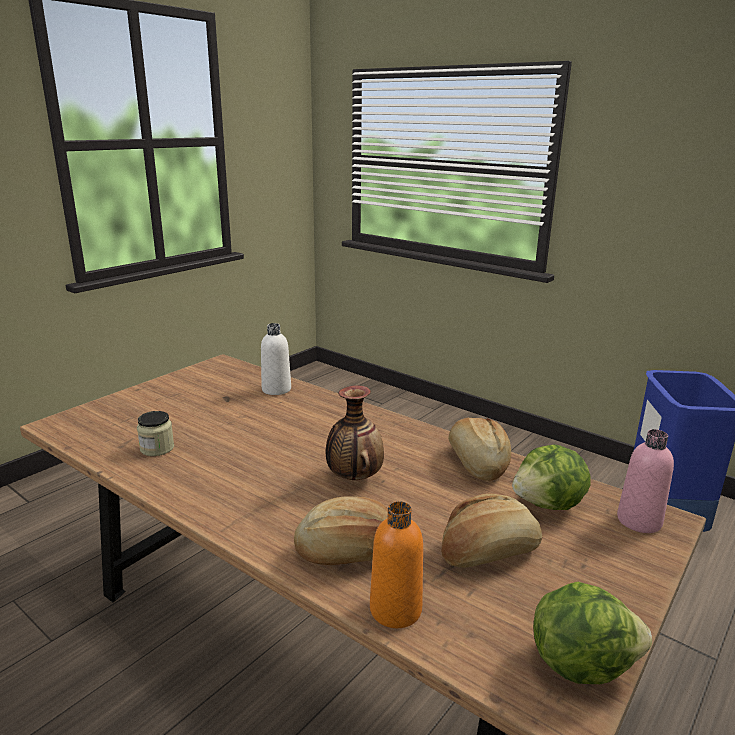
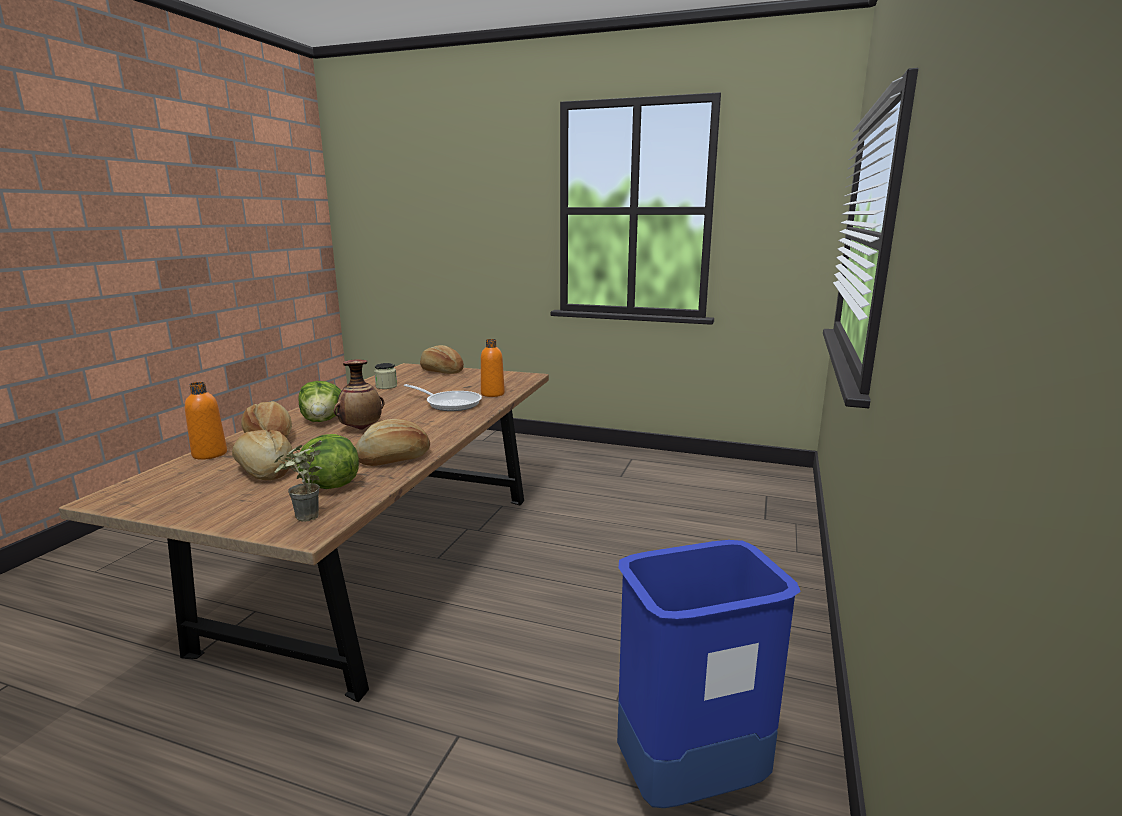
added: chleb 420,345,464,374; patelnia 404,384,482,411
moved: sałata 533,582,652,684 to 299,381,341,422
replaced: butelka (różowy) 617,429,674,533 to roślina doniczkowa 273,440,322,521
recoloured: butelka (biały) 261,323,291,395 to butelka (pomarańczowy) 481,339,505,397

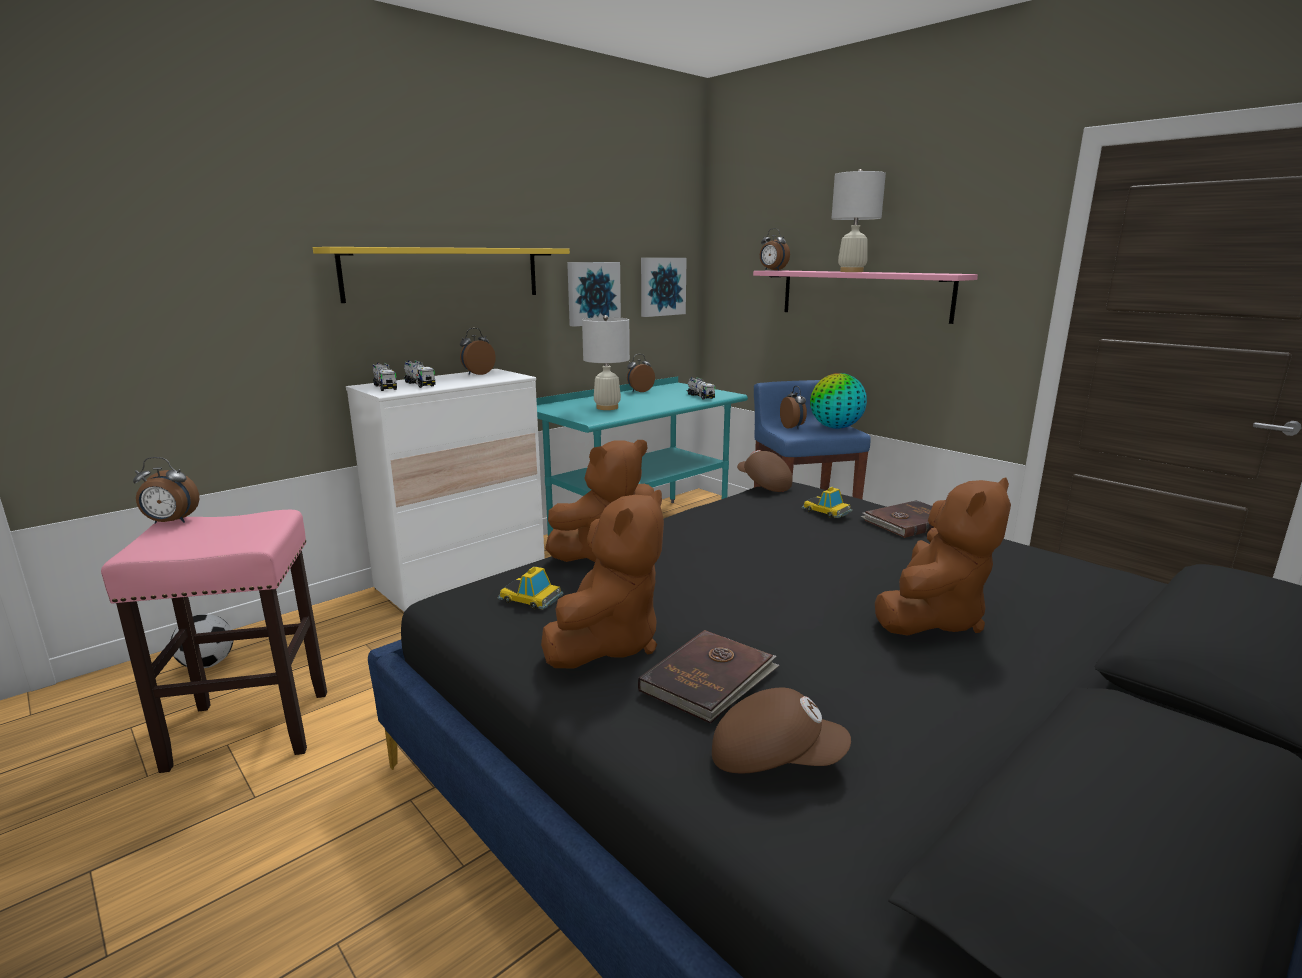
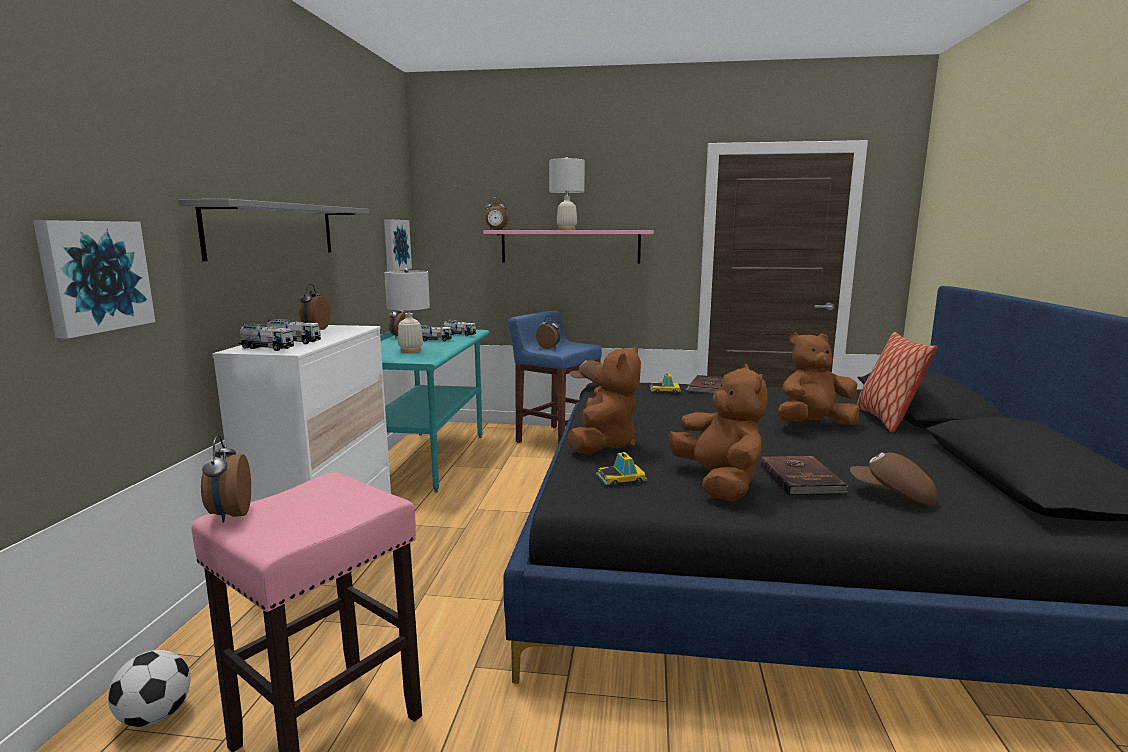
removed: globus 810,373,867,429
added: ciężarówka zabawkowa 421,325,452,342; poduszka 856,332,938,433
moved: obraz 567,262,621,327 to 33,220,155,339
recoloured: półka (żółty) 313,247,570,303 to półka (szary) 178,199,369,261
turned: budzik 133,457,199,524 = 201,435,251,523 120 degrees clockwise; pluszak (brązowy) 875,478,1011,636 = 778,332,859,425 105 degrees counterclockwise; czapka z daszkiem (brązowy) 712,688,851,773 = 850,452,937,506 120 degrees counterclockwise

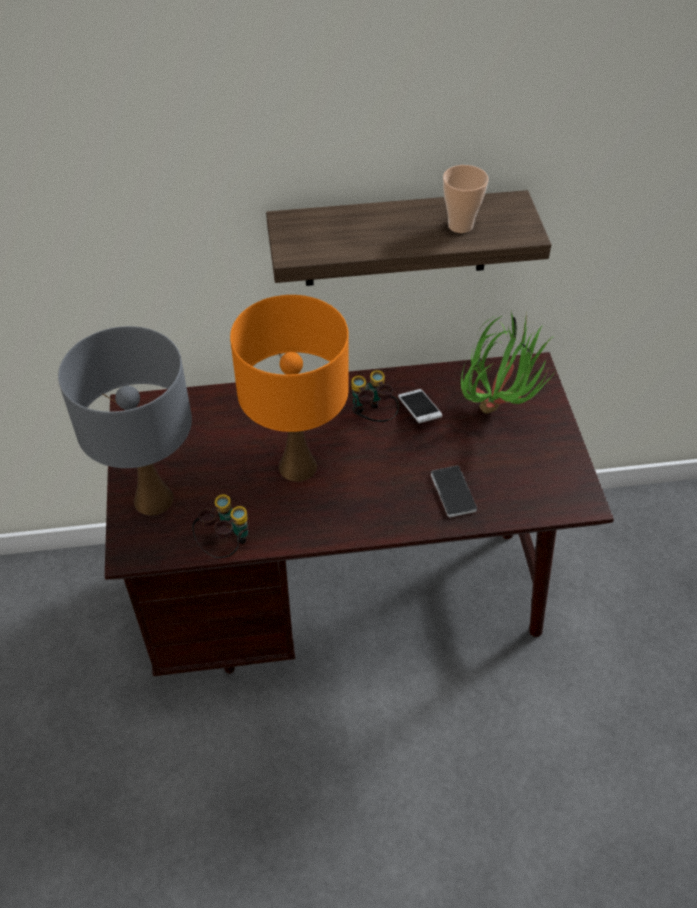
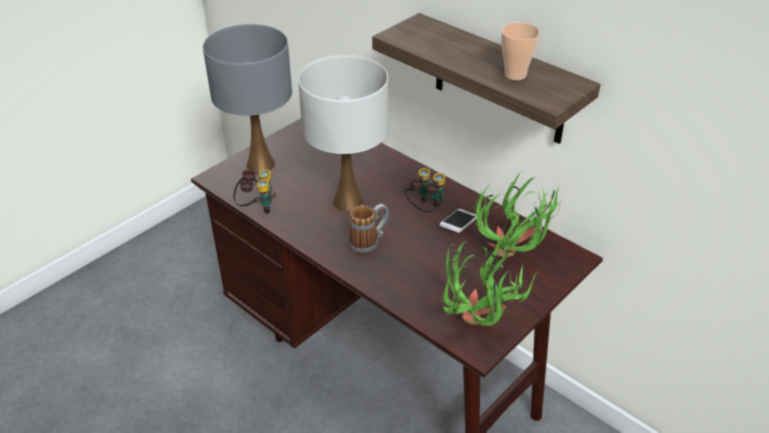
removed: telefon 431,466,477,518
added: kubek 348,204,389,254; roślina doniczkowa 442,240,538,326
recoloured: lampa stołowa (pomarańczowy) 230,295,349,482 to lampa stołowa (biały) 298,55,388,211

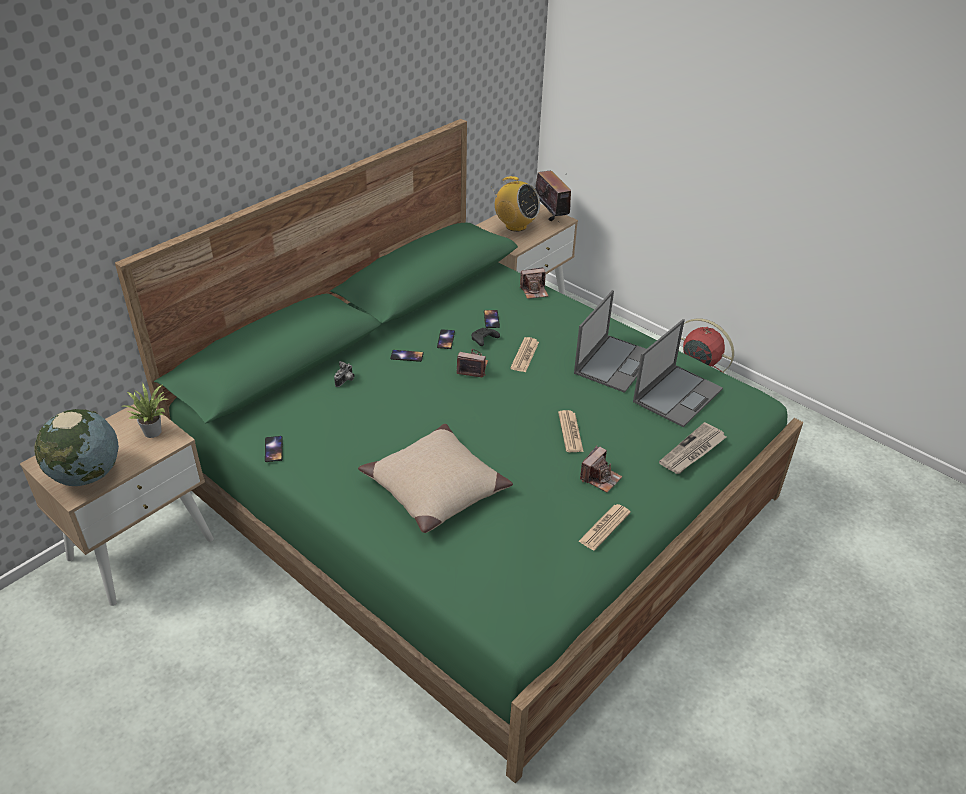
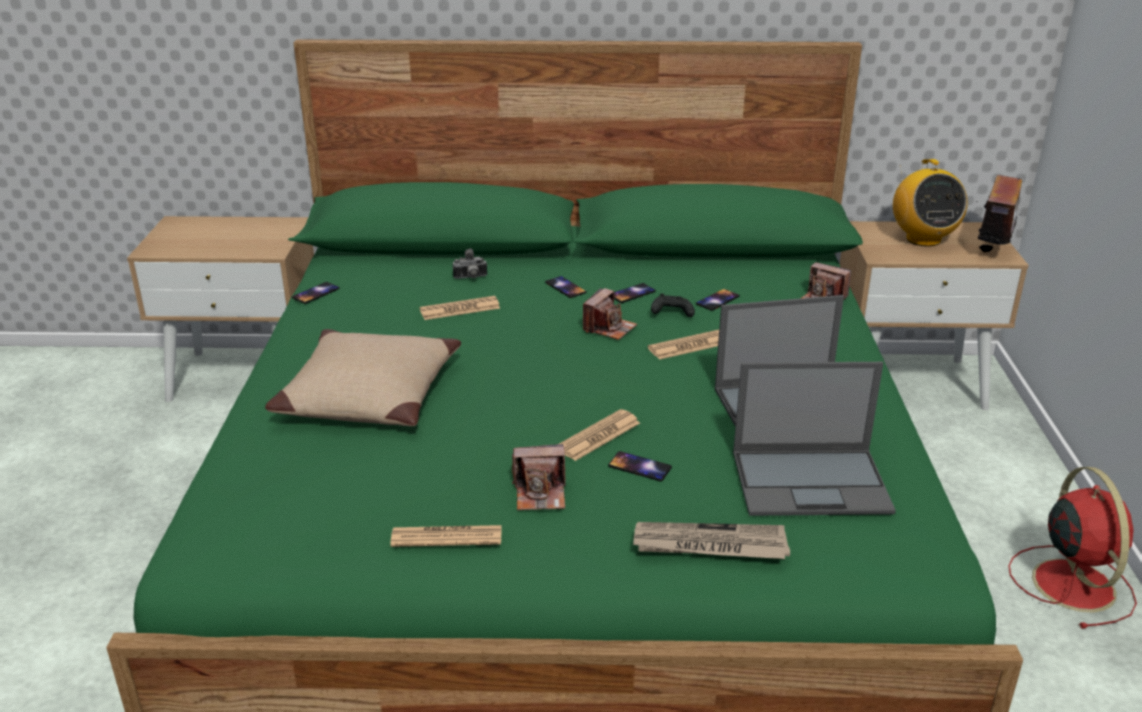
removed: roślina doniczkowa 123,383,167,438; globus 34,409,119,486
added: gazeta 420,296,500,320; telefon 608,451,672,481
turned: aparat fotograficzny 457,349,488,377 = 583,288,637,340 60 degrees clockwise

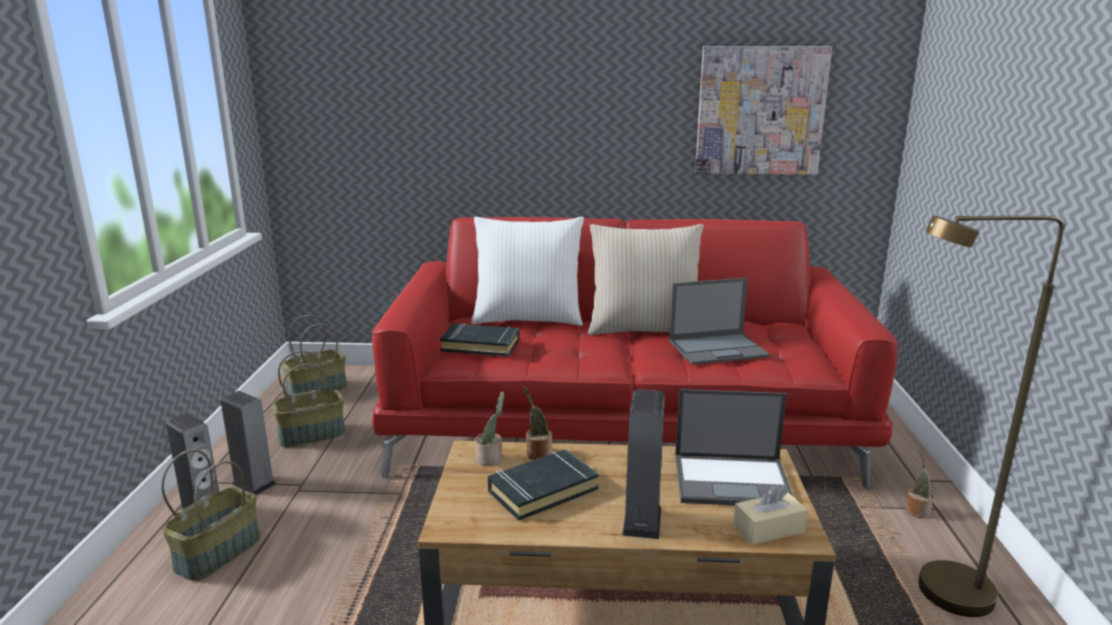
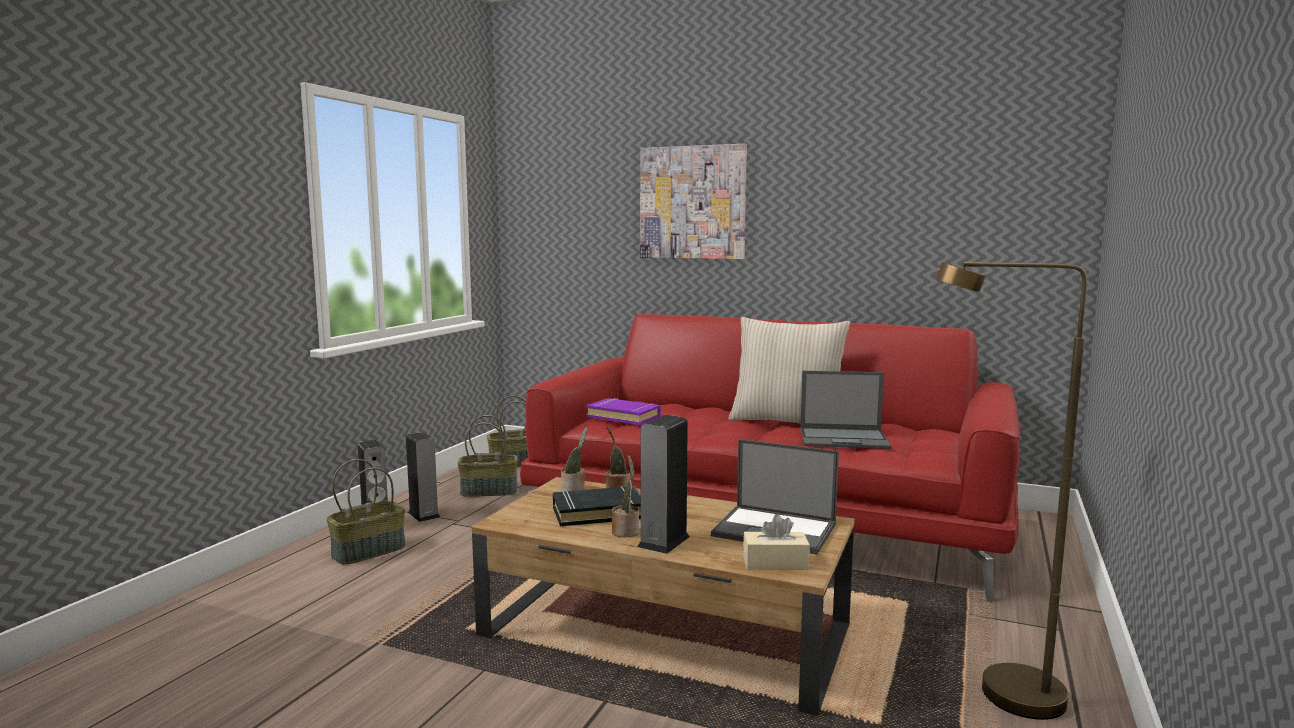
removed: poduszka (biały) 471,217,584,326
moved: obraz 695,46,832,175 to 640,144,747,259; roślina doniczkowa 905,449,933,518 to 612,455,639,537
recoloured: książka (czarny) 440,323,519,356 to książka (fioletowy) 586,398,661,425

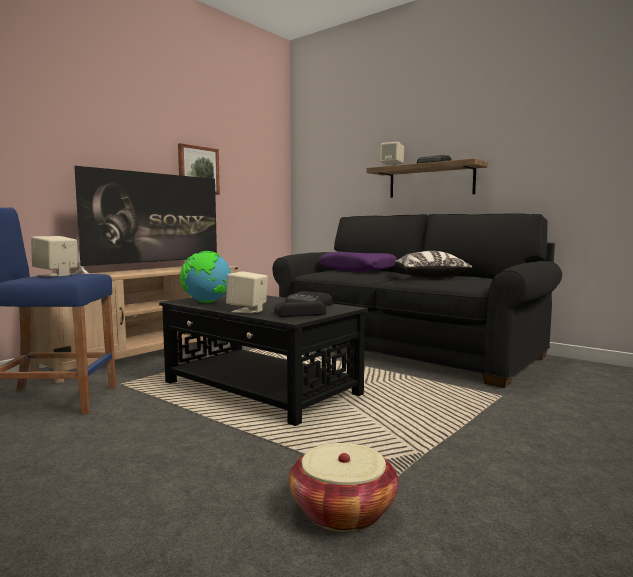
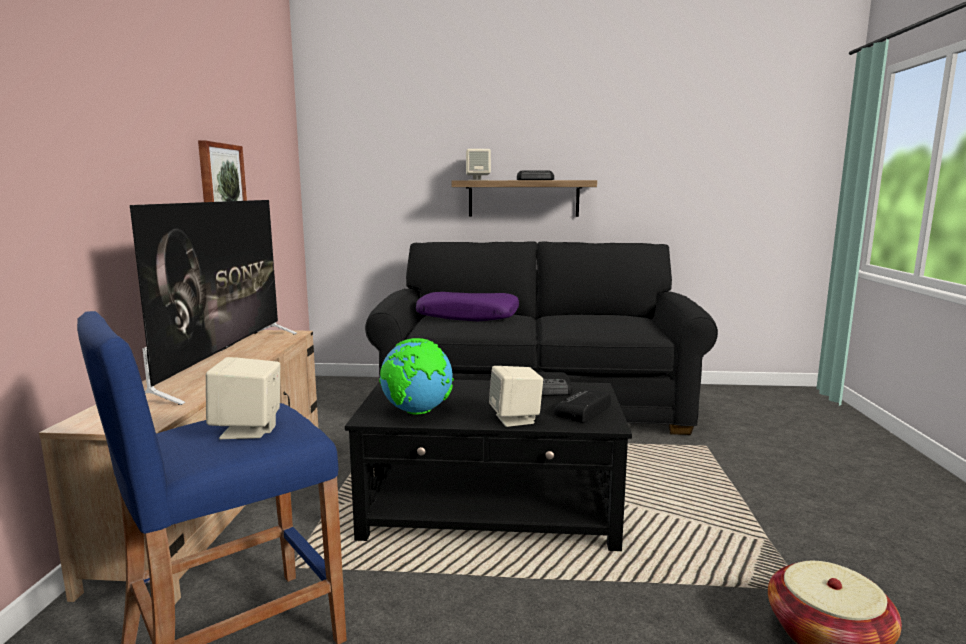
removed: poduszka 394,251,472,278

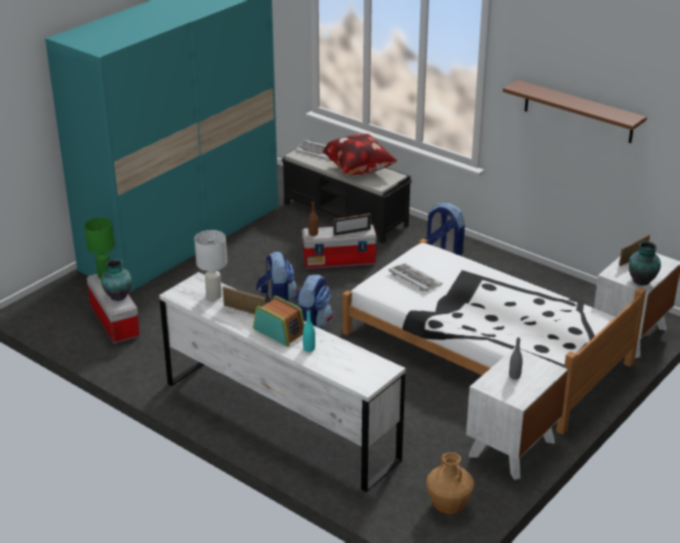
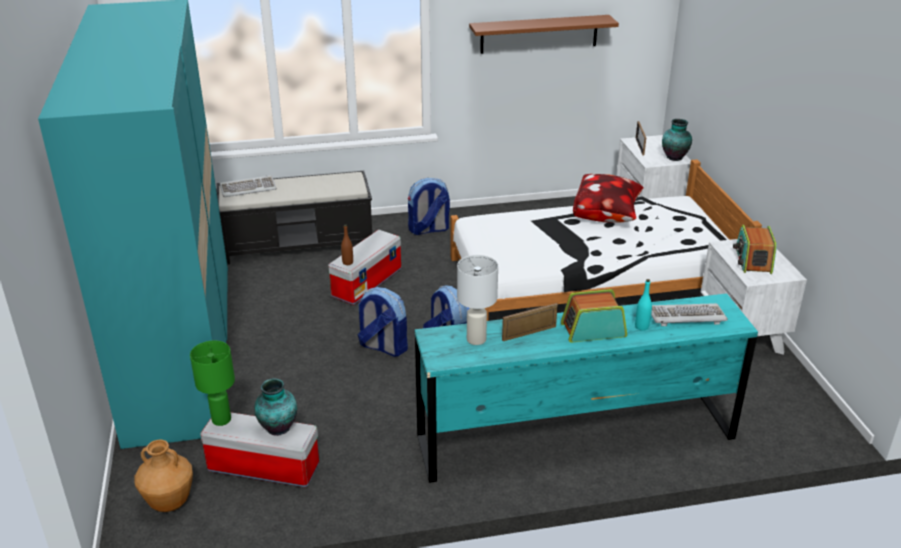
removed: ramka na zdjęcie 333,213,371,236
moved: poduszka 323,134,397,175 to 573,174,644,223; klawiatura 389,263,443,292 to 651,303,728,326; wazon (brązowy) 426,452,474,514 to 134,440,193,512
replaced: butelka (szary) 509,337,523,380 to radio 733,225,777,274
recoloured: komoda (biały) 159,272,405,492 to komoda (turkusowy) 415,293,758,483

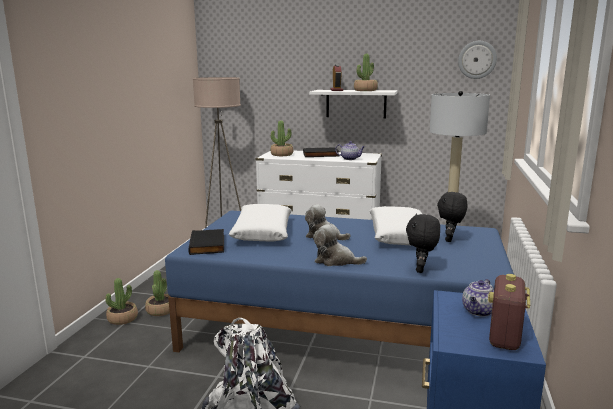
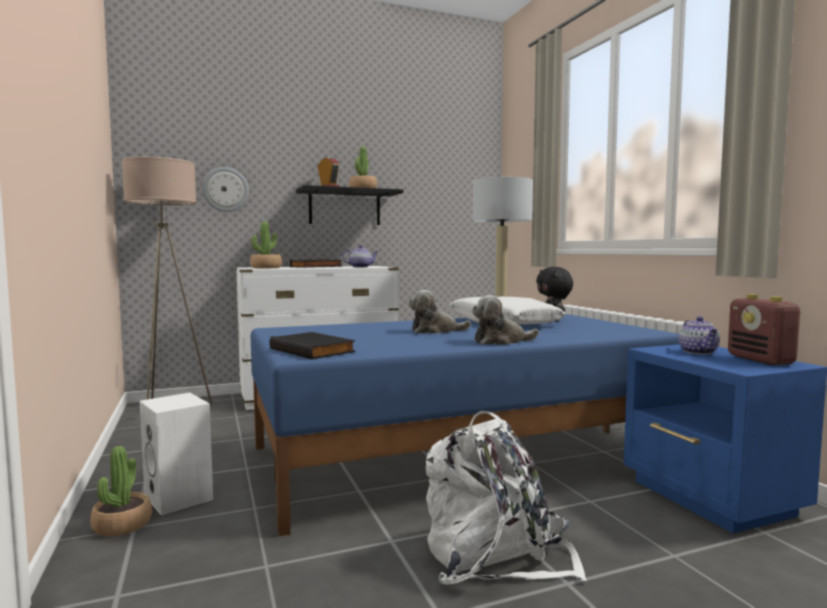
removed: poduszka (biały) 229,204,292,241; pluszak (czarny) 406,213,440,273
moved: zegar ścienny 458,41,497,79 to 202,167,249,212
replaced: roślina doniczkowa 145,270,170,316 to głośnik (biały) 140,393,213,515
recoloured: półka (biały) 309,90,397,118 to półka (czarny) 296,185,404,225

